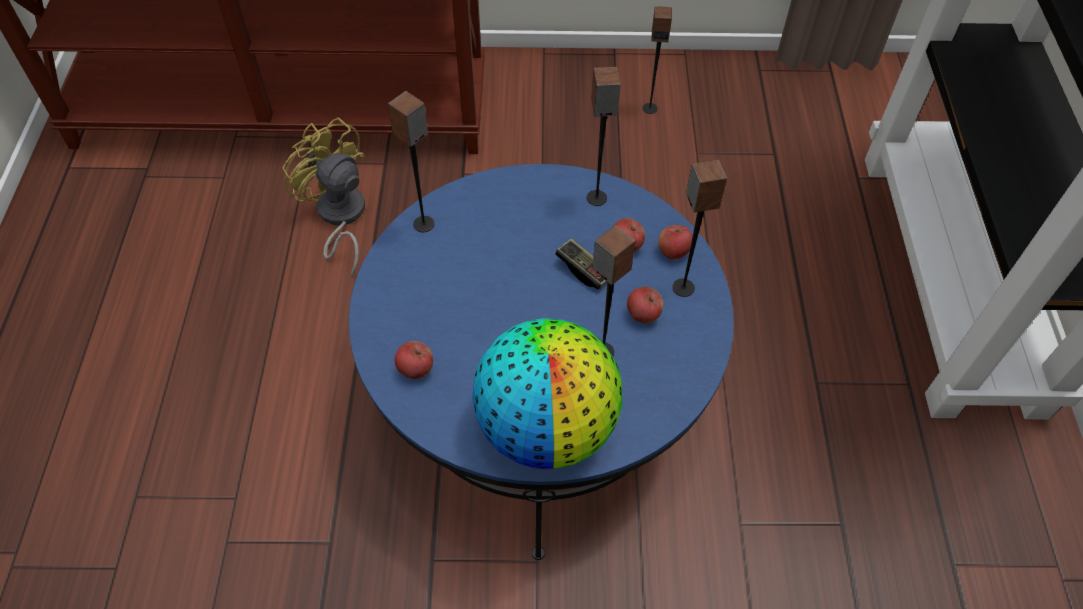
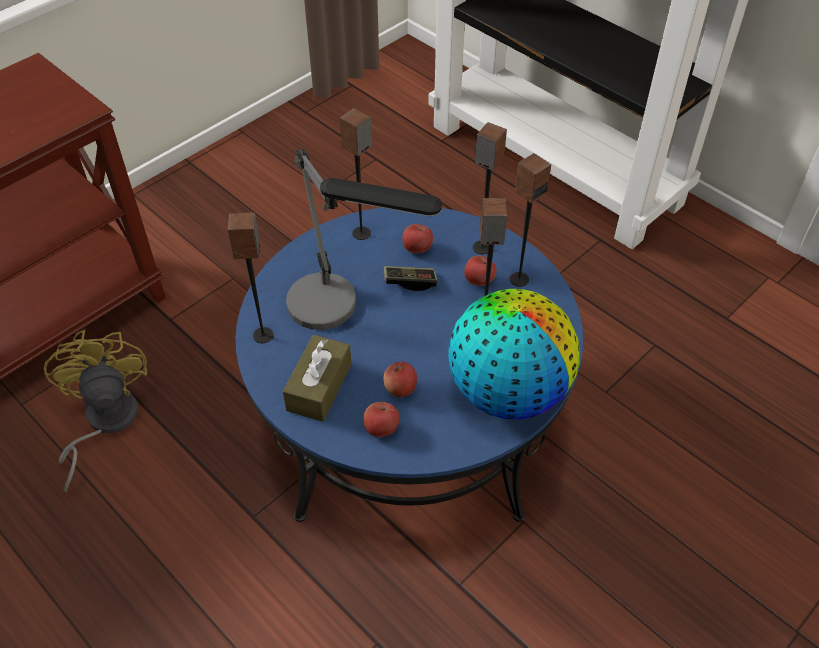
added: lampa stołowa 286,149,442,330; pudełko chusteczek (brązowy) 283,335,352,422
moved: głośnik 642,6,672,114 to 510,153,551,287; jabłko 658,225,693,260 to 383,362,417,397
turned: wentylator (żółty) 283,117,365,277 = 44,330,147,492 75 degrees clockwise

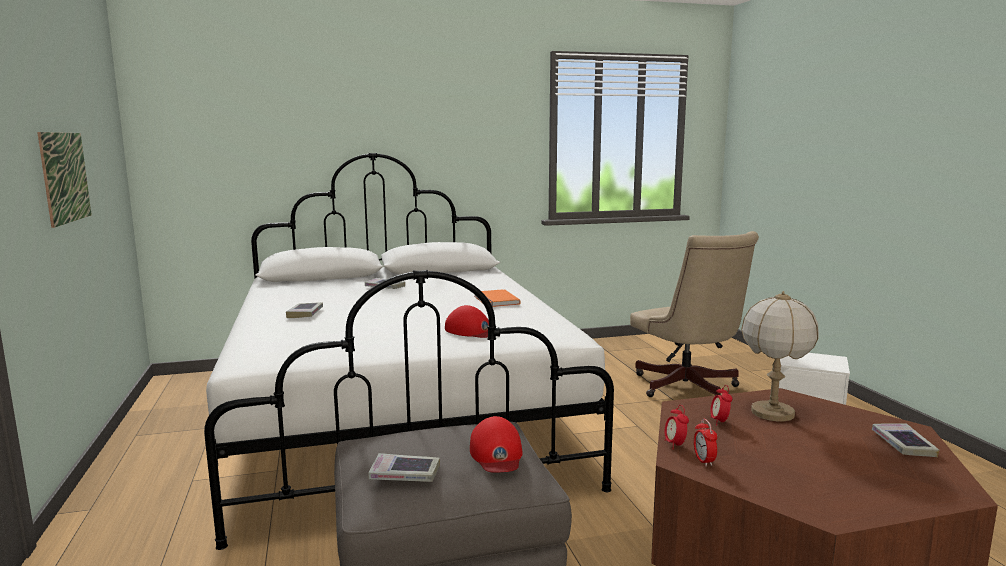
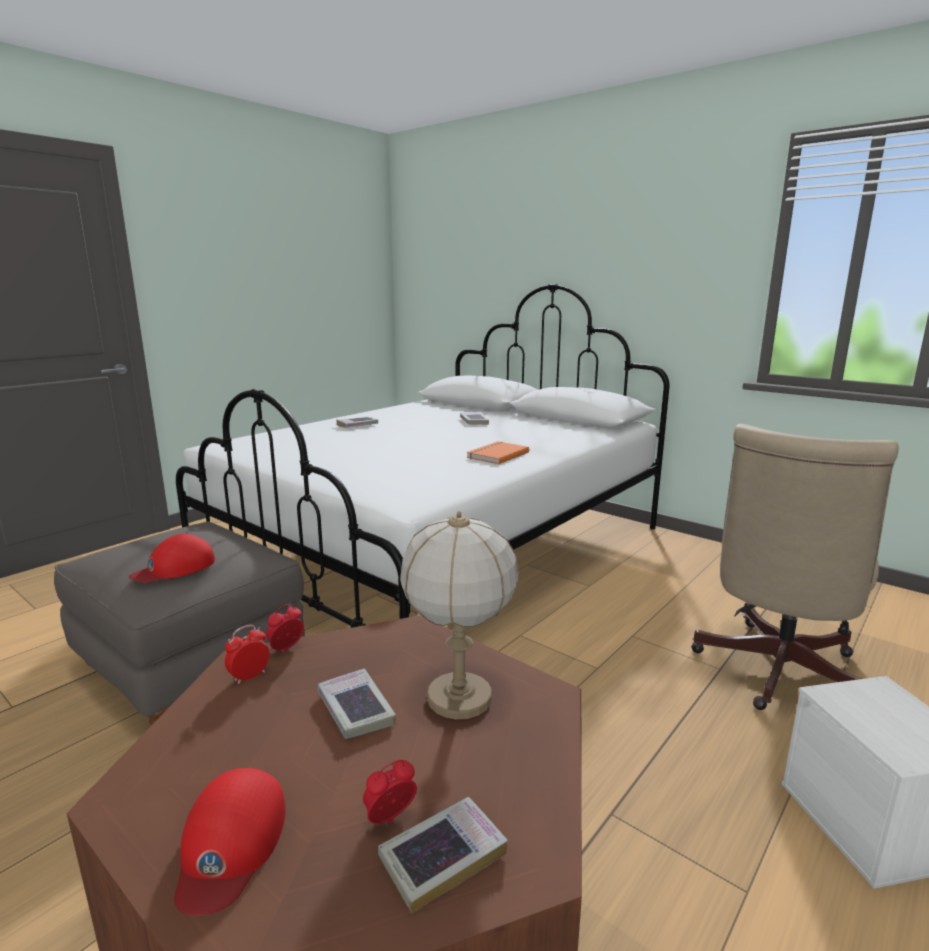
removed: obraz 37,132,92,228
moved: czapka z daszkiem (czerwony) 445,305,489,338 to 174,768,285,916; budzik 710,385,732,425 to 363,760,417,824; książka 368,453,440,482 to 318,668,396,739

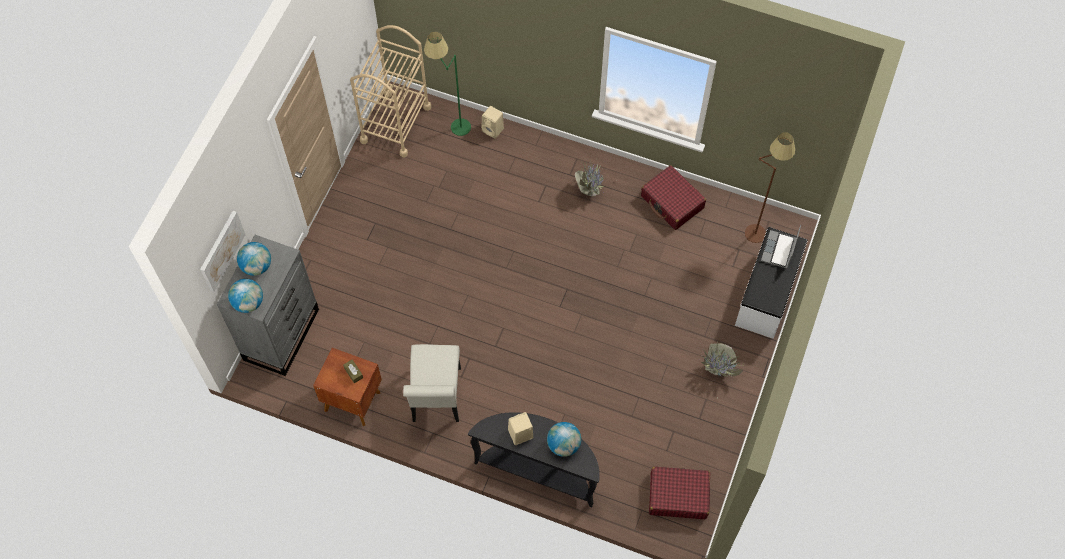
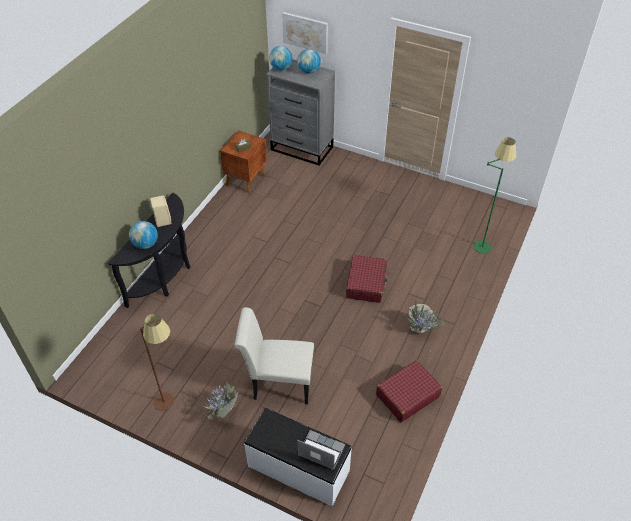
removed: wózek (beżowy) 350,25,431,157; głośnik (beżowy) 481,106,504,139
moved: lampa stojąca (brązowy) 745,132,795,243 to 140,314,174,411; krzesło (biały) 403,344,461,422 to 235,307,314,404; walizka (czerwony) 649,467,710,519 to 346,255,387,303

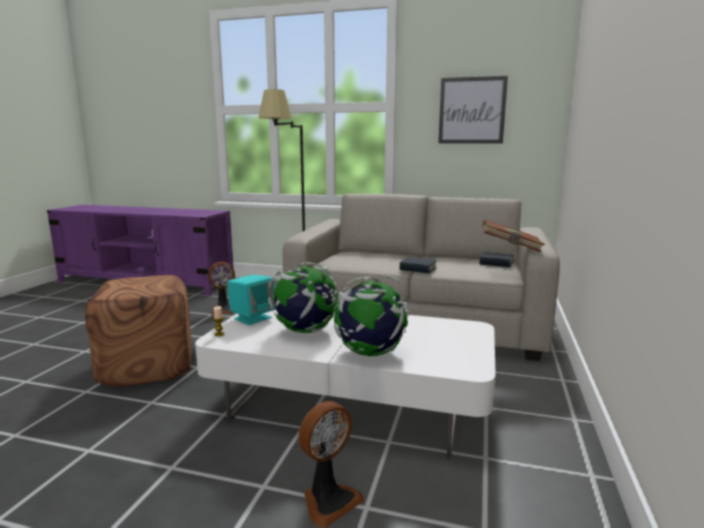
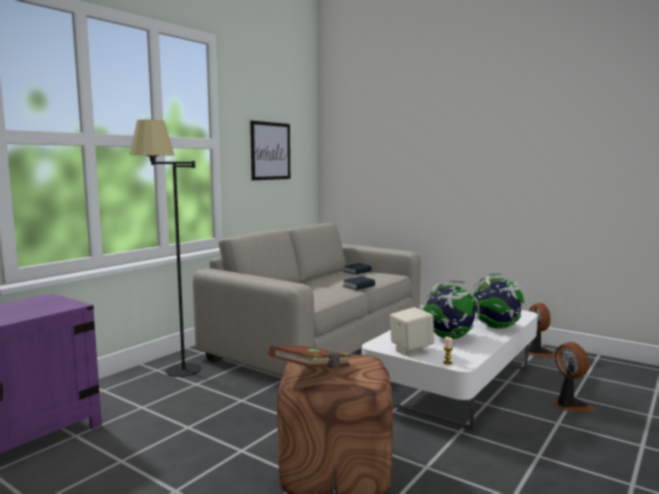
moved: książka (brązowy) 482,220,545,252 to 269,346,352,368; wentylator 208,262,235,315 to 528,303,555,358
recoloured: głośnik (turkusowy) 227,275,276,325 to głośnik (beżowy) 390,307,434,356

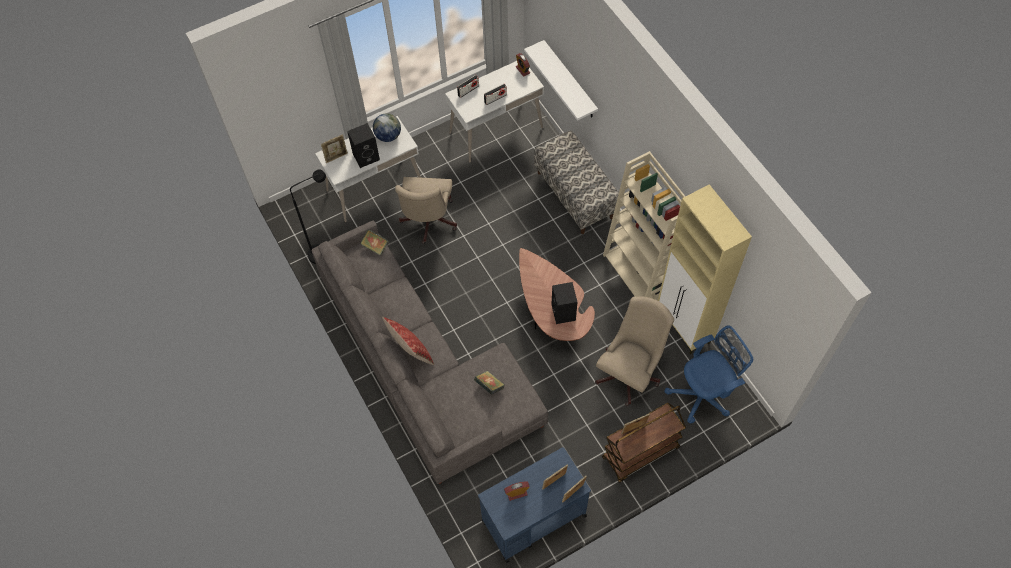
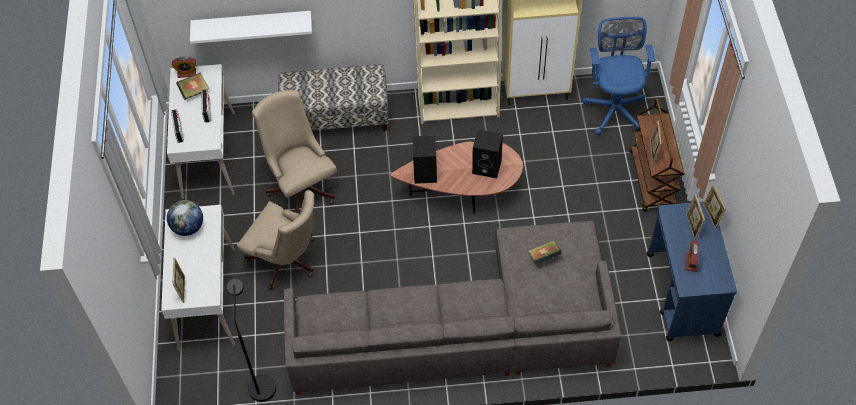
removed: poduszka 382,317,434,365
moved: głośnik (czarny) 347,123,380,168 to 412,135,437,184; książka 360,229,389,255 to 176,72,209,100; krzesło biurowe (beżowy) 595,296,674,406 to 252,90,337,213

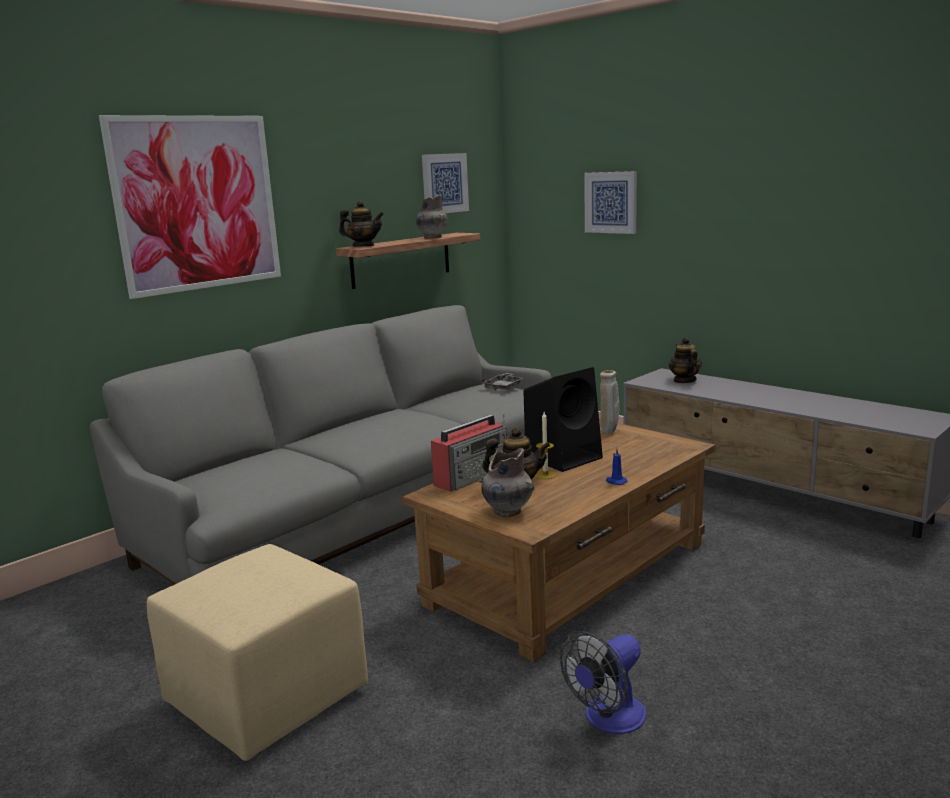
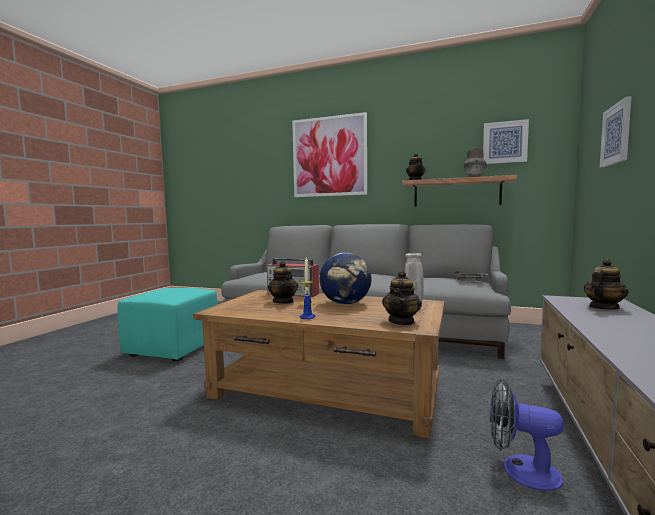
removed: wazon (szary) 478,448,535,517
added: imbryk 382,270,422,325
moved: wentylator 560,631,646,734 to 490,379,564,491
replaced: głośnik (czarny) 523,367,603,472 to globus 320,253,372,305
recoloured: pufa (beżowy) 147,544,368,761 to pufa (turkusowy) 117,288,218,361

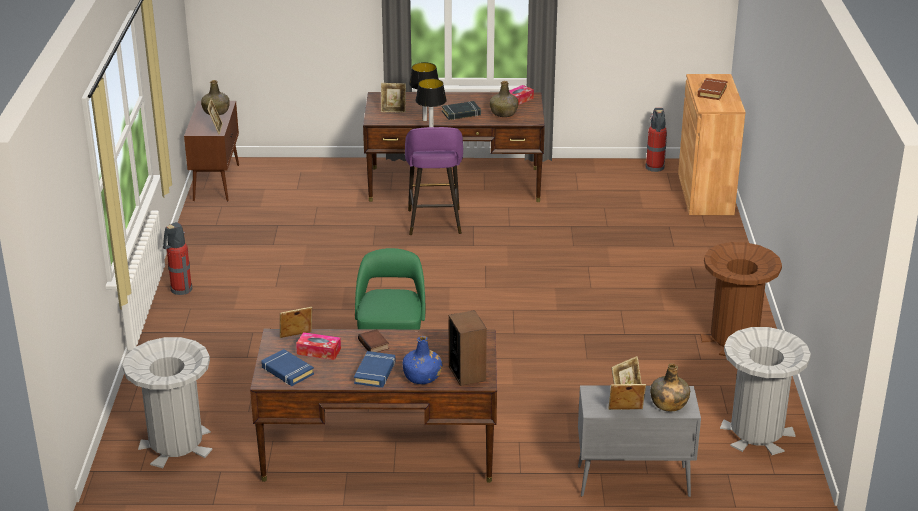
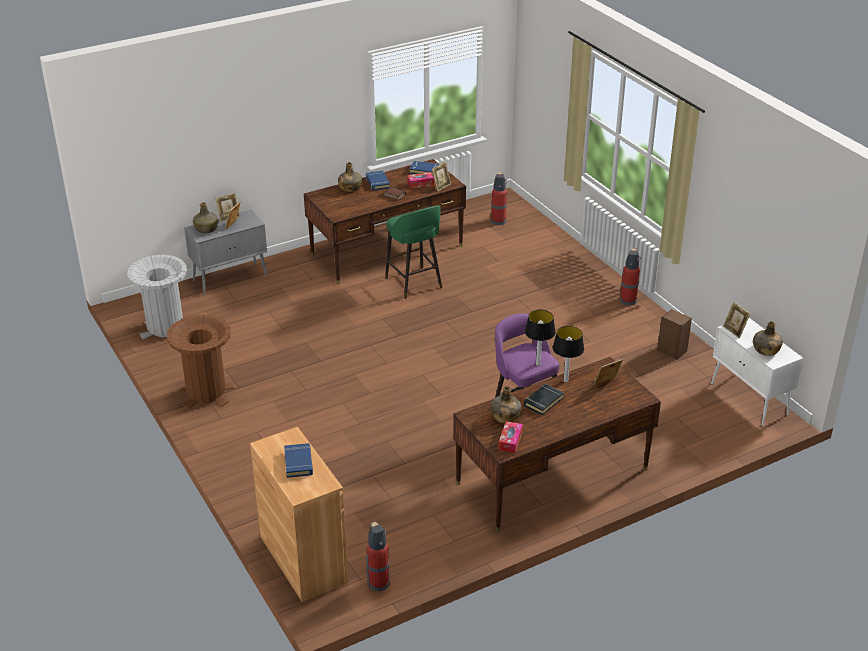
moved: głośnik 449,310,487,386 to 657,309,692,360
replaced: kosz na śmieci (szary) 122,337,212,468 to gaśnica 491,172,507,225
recoloured: książka (brązowy) 698,78,728,100 to książka (niebieski) 284,443,313,478; szafka (brązowy) 184,101,239,201 to szafka (biały) 711,318,803,426; butelka (niebieski) 403,336,442,384 to butelka (zielony) 338,162,362,192

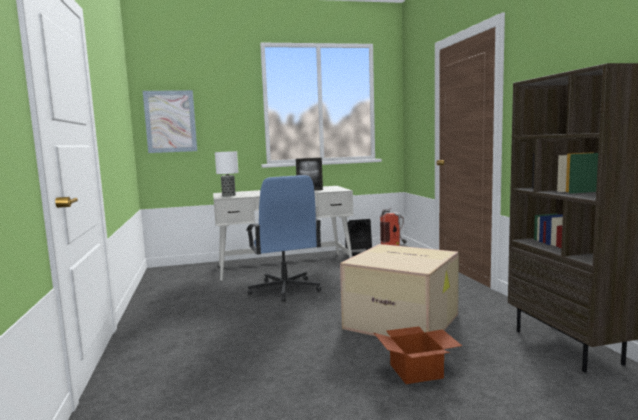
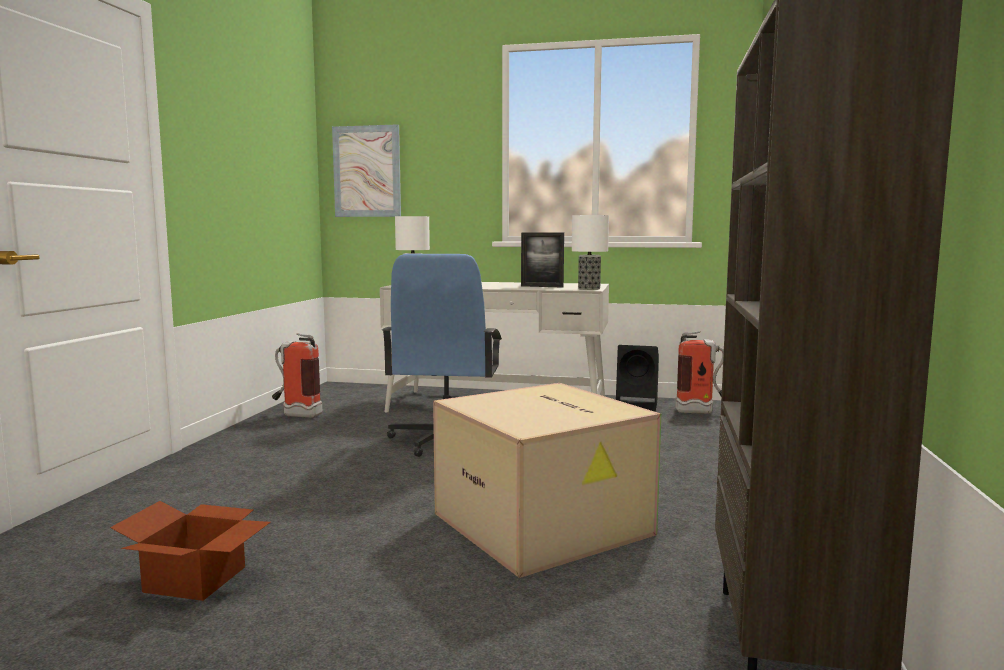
added: lampa stołowa 572,215,609,290; gaśnica 272,333,322,418
moved: karton 374,326,462,384 to 110,501,271,601

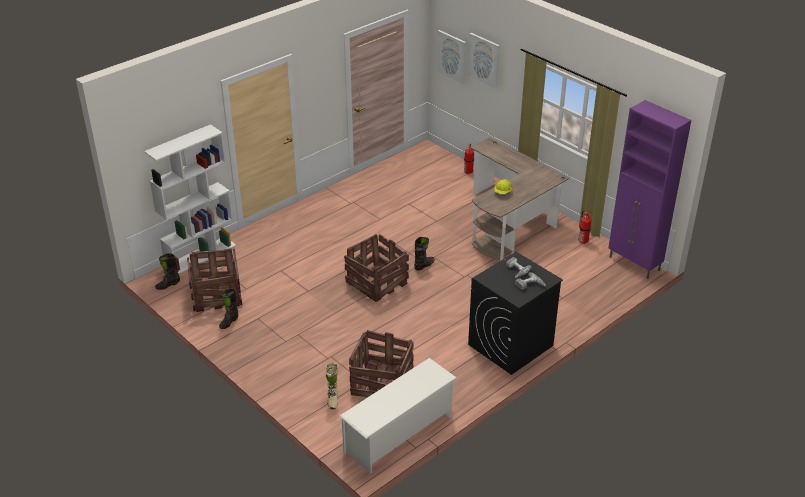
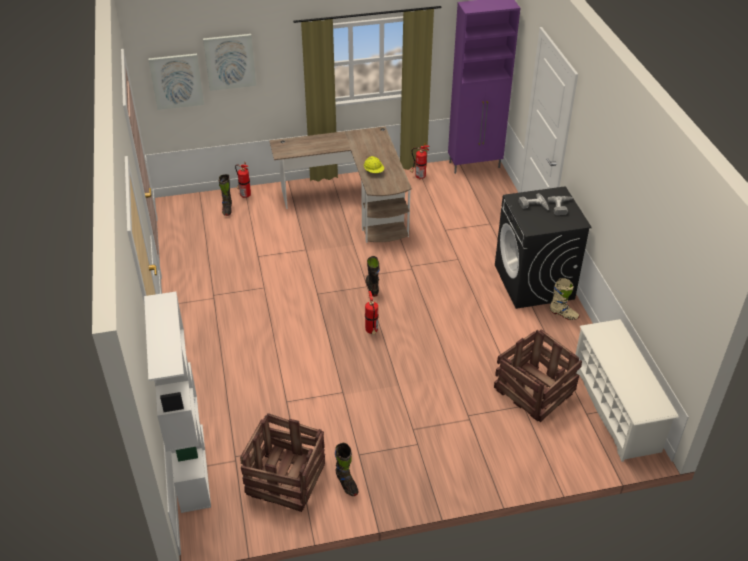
moved: but z cholewką (czarny) 155,253,180,290 to 219,174,232,216; but z cholewką (beżowy) 326,364,338,409 to 550,278,580,320
replaced: skrzynka 344,234,409,302 to gaśnica 365,291,379,335

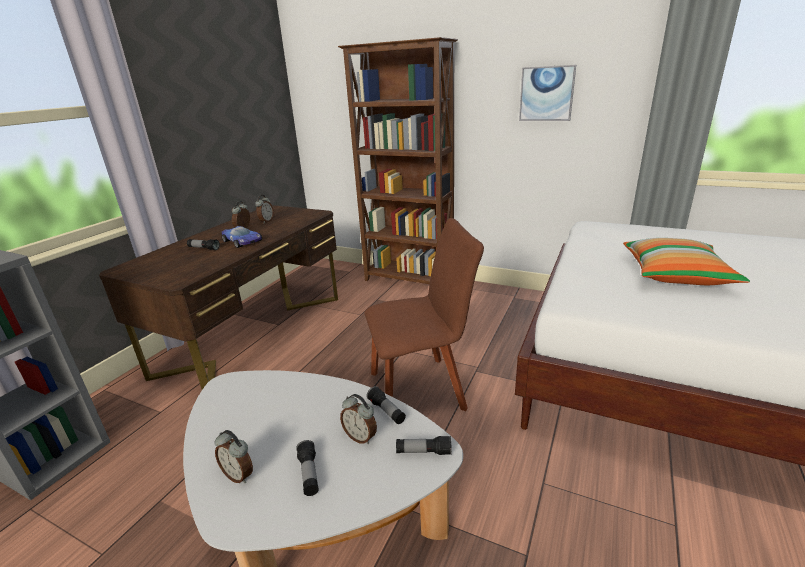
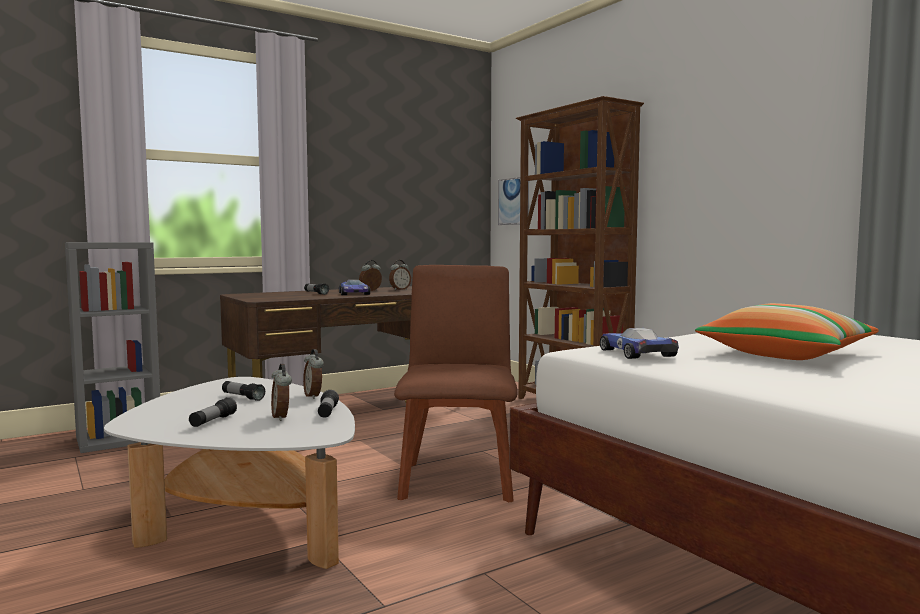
added: samochodzik 600,328,679,359
moved: obraz 519,65,576,121 to 498,177,529,225; budzik 215,430,253,483 to 303,349,324,399; latarka 396,436,452,455 to 222,381,265,401
turned: krzesło (brązowy) 364,218,484,412 = 394,265,517,502 105 degrees counterclockwise

